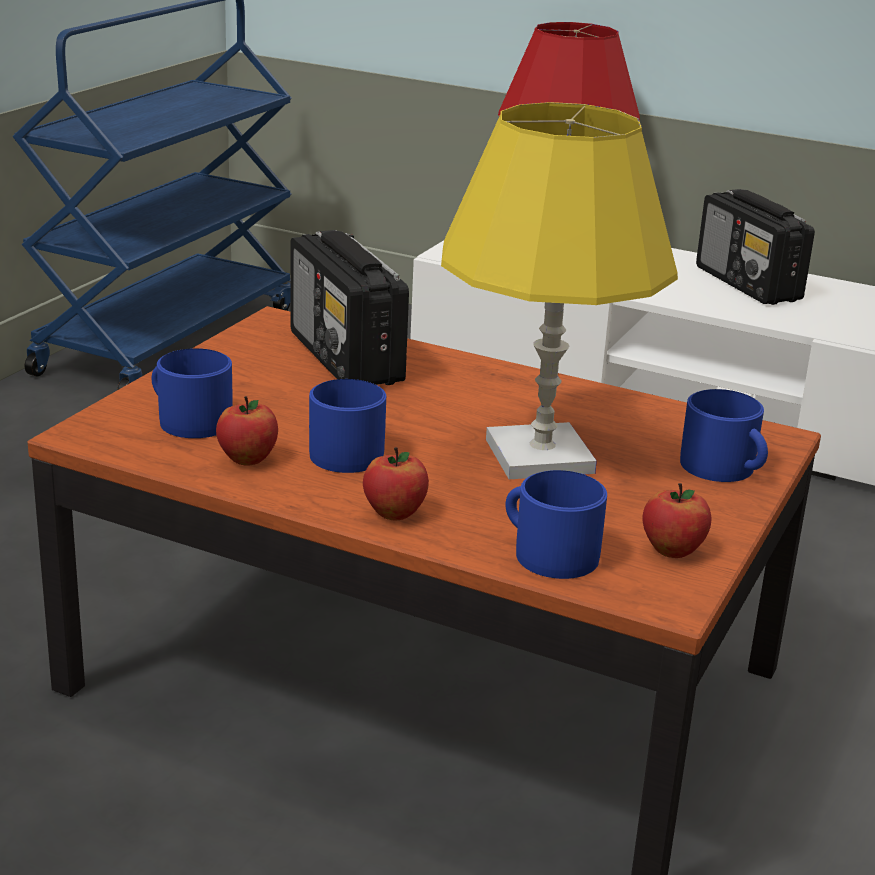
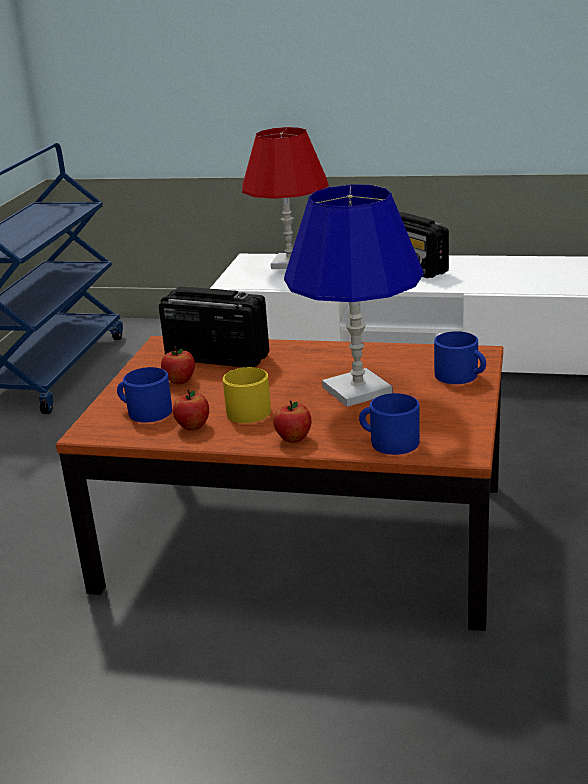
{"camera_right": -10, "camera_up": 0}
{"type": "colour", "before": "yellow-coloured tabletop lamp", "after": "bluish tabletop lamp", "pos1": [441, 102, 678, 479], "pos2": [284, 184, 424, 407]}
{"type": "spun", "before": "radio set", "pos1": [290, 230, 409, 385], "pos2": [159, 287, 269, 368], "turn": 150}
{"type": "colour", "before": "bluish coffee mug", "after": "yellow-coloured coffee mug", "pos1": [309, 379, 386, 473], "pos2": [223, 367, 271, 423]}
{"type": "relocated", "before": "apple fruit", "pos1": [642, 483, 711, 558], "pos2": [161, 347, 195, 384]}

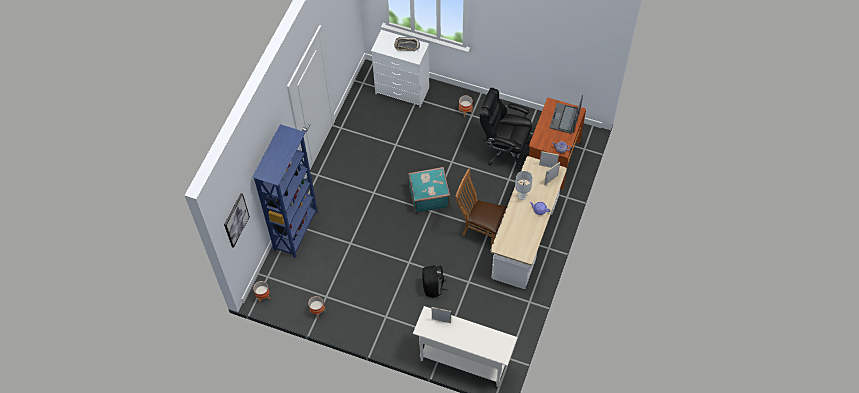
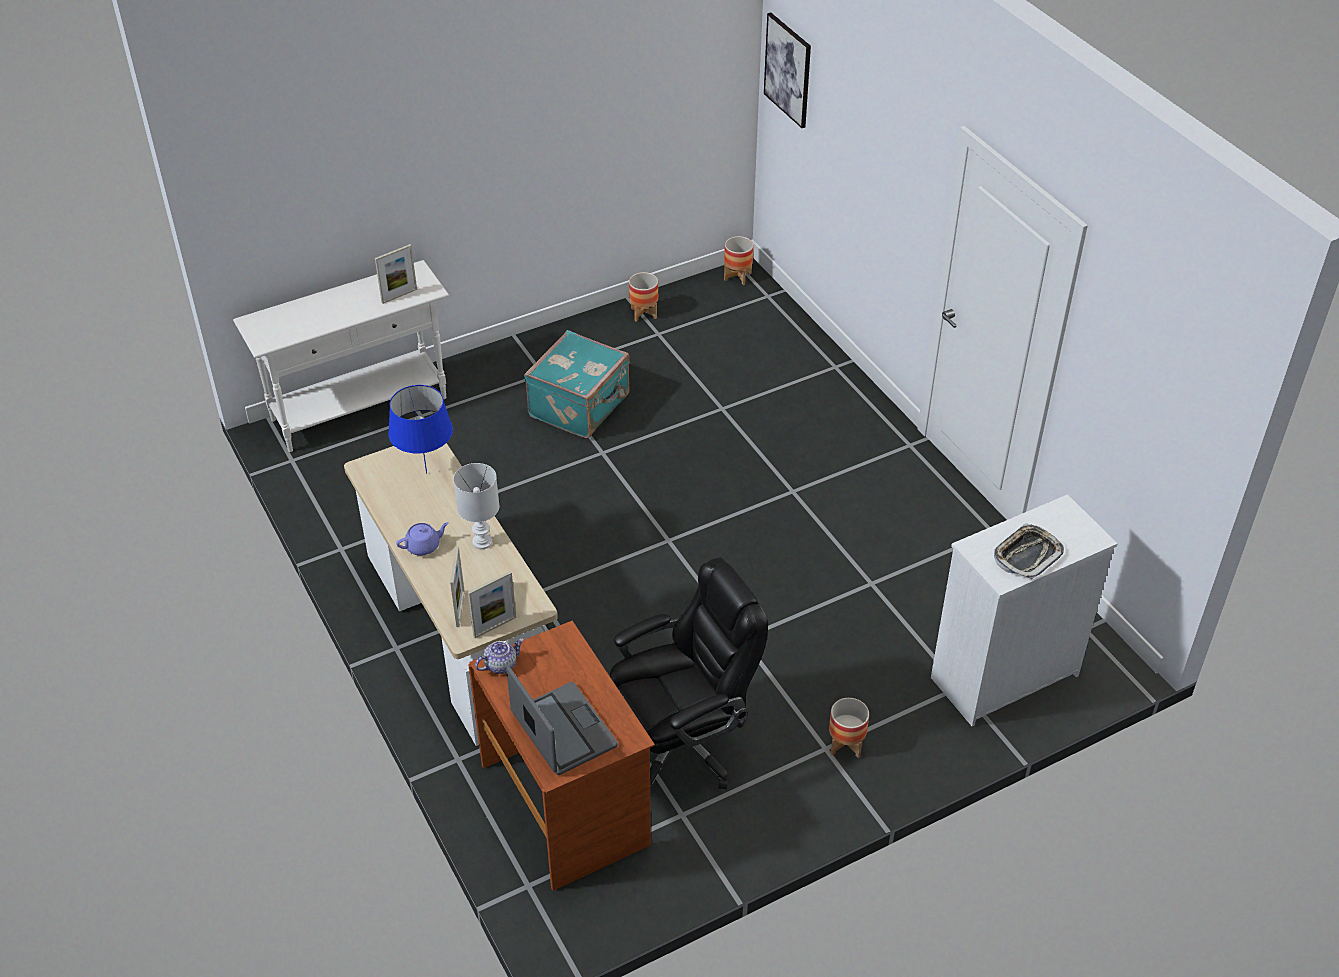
{"camera_right": 130, "camera_up": -15}
{"type": "missing", "before": "bluish bookcase", "pos1": [252, 124, 318, 258]}
{"type": "relocated", "before": "turquoise-coloured suitcase", "pos1": [408, 167, 450, 213], "pos2": [524, 330, 630, 438]}
{"type": "missing", "before": "brown chair", "pos1": [455, 168, 507, 247]}
{"type": "missing", "before": "black-coloured backpack", "pos1": [422, 265, 448, 298]}
{"type": "appeared", "after": "bluish tabletop lamp", "pos2": [388, 385, 453, 474]}

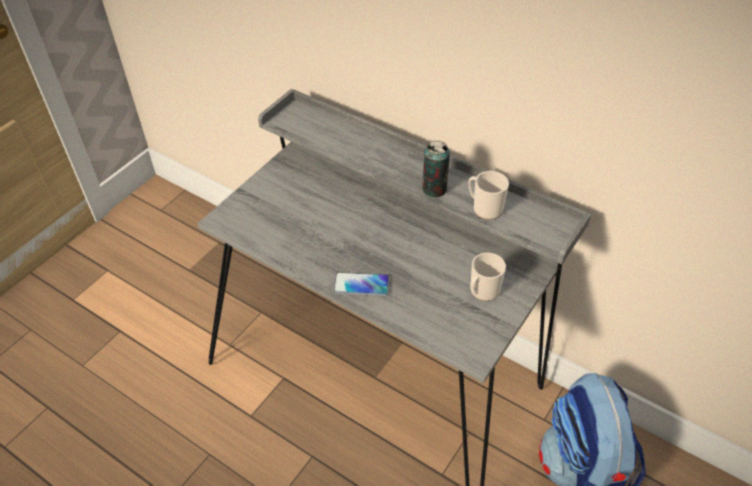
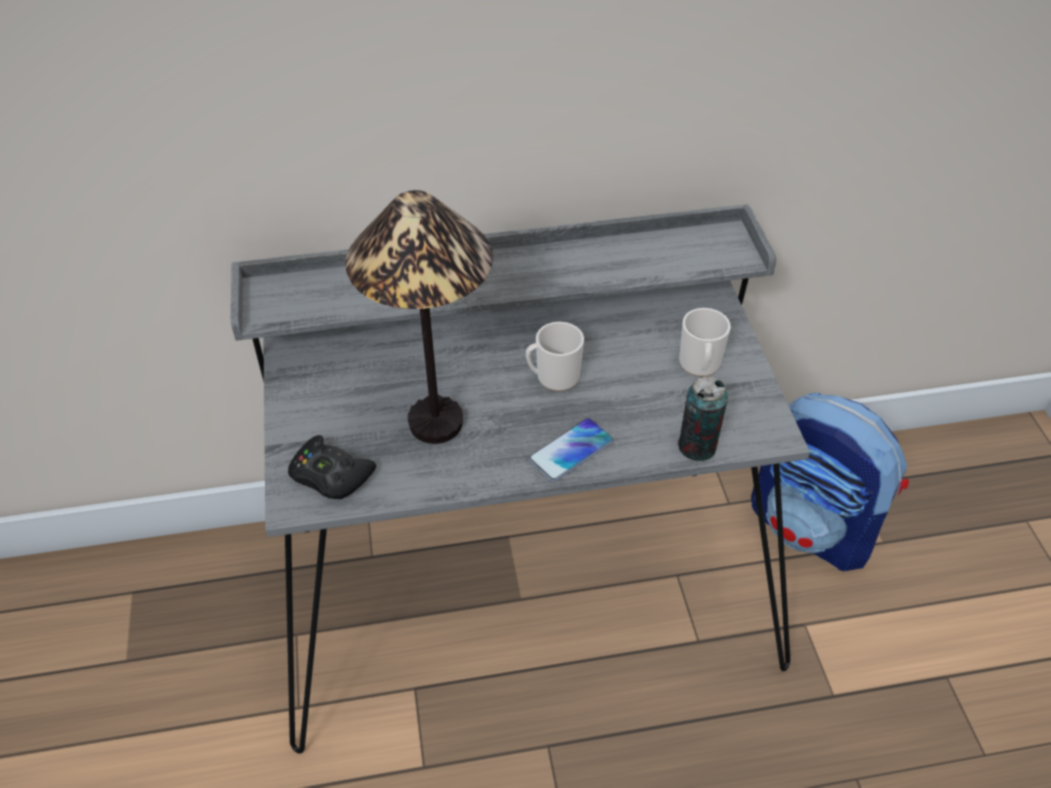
{"camera_right": -45, "camera_up": 0}
{"type": "relocated", "before": "sealed can", "pos1": [422, 140, 450, 197], "pos2": [678, 376, 728, 461]}
{"type": "relocated", "before": "coffee mug", "pos1": [468, 171, 509, 220], "pos2": [526, 322, 584, 392]}
{"type": "appeared", "after": "tabletop lamp", "pos2": [345, 190, 493, 444]}
{"type": "appeared", "after": "black-coloured game controller", "pos2": [288, 435, 376, 499]}

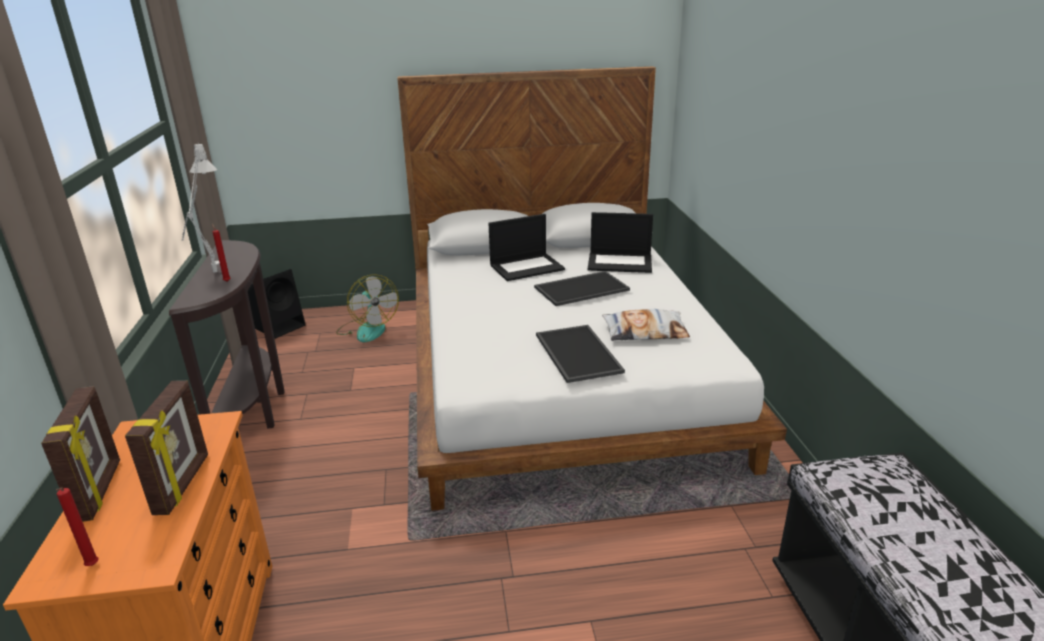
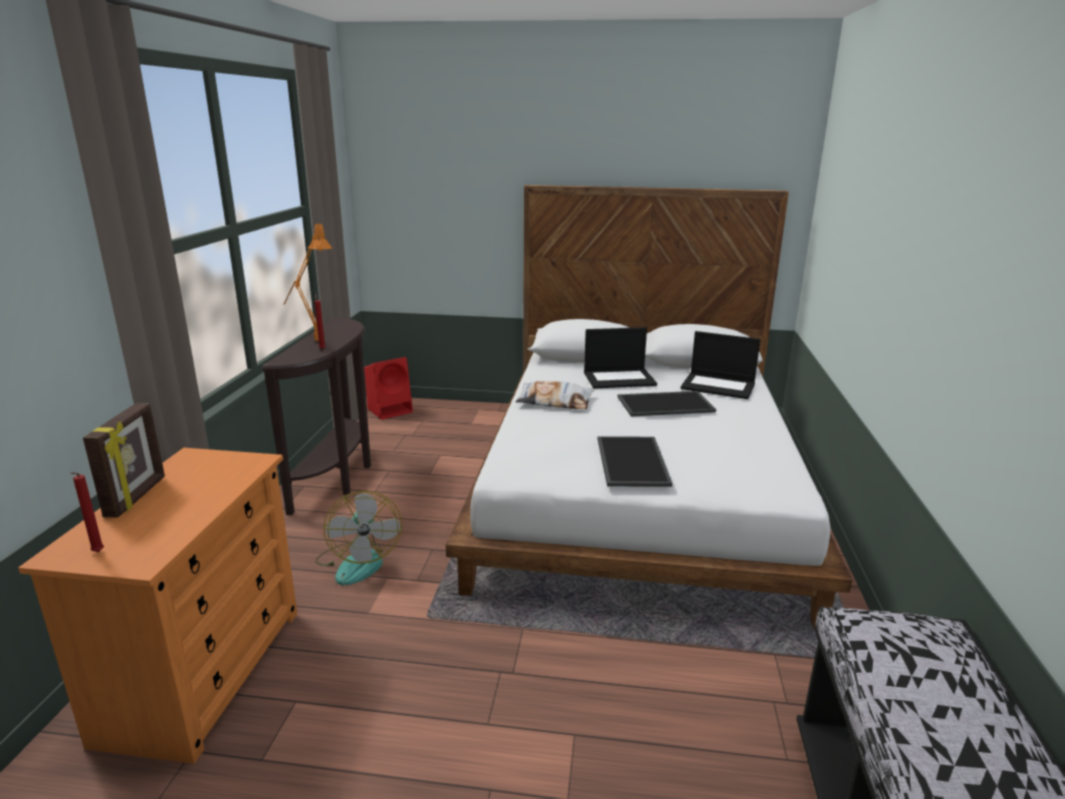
{"camera_right": 15, "camera_up": -5}
{"type": "colour", "before": "gray tabletop lamp", "after": "orangey tabletop lamp", "pos1": [182, 144, 220, 273], "pos2": [284, 224, 332, 341]}
{"type": "colour", "before": "black-coloured speaker", "after": "red-coloured speaker", "pos1": [248, 269, 306, 339], "pos2": [364, 357, 413, 420]}
{"type": "relocated", "before": "fan", "pos1": [336, 274, 399, 342], "pos2": [315, 491, 402, 585]}
{"type": "relocated", "before": "cushion", "pos1": [602, 309, 690, 341], "pos2": [515, 381, 594, 409]}
{"type": "missing", "before": "standing frame", "pos1": [125, 381, 208, 515]}

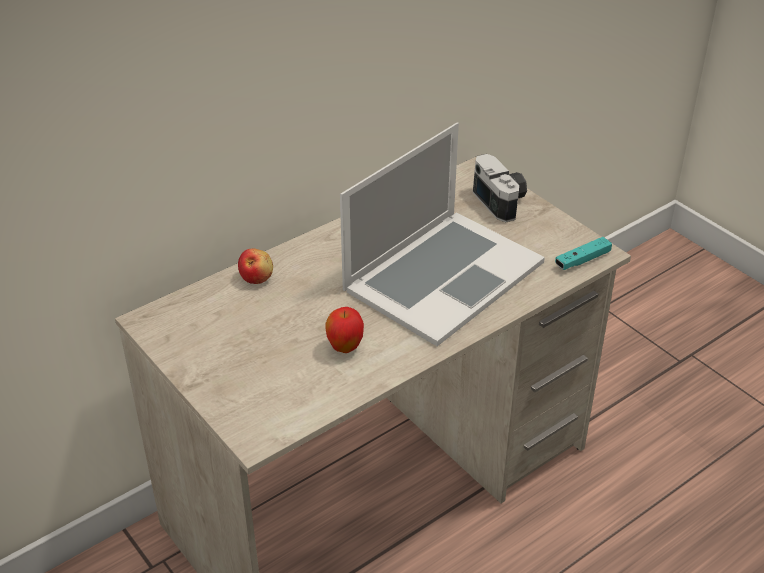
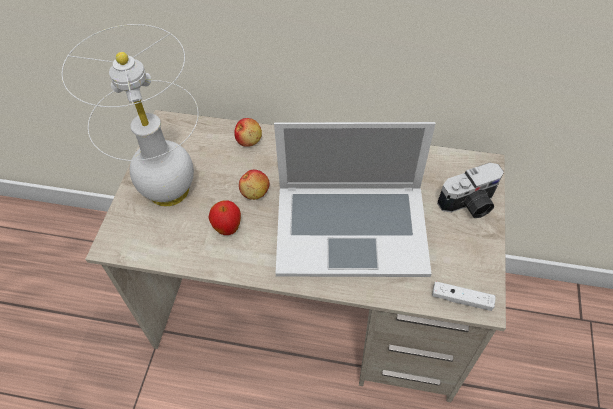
{"camera_right": 50, "camera_up": 15}
{"type": "spun", "before": "still camera", "pos1": [473, 154, 527, 222], "pos2": [437, 163, 504, 218], "turn": 45}
{"type": "colour", "before": "turquoise-coloured game controller", "after": "white game controller", "pos1": [555, 237, 612, 270], "pos2": [432, 281, 496, 311]}
{"type": "appeared", "after": "white tabletop lamp", "pos2": [62, 24, 199, 206]}
{"type": "appeared", "after": "apple fruit", "pos2": [239, 170, 270, 200]}

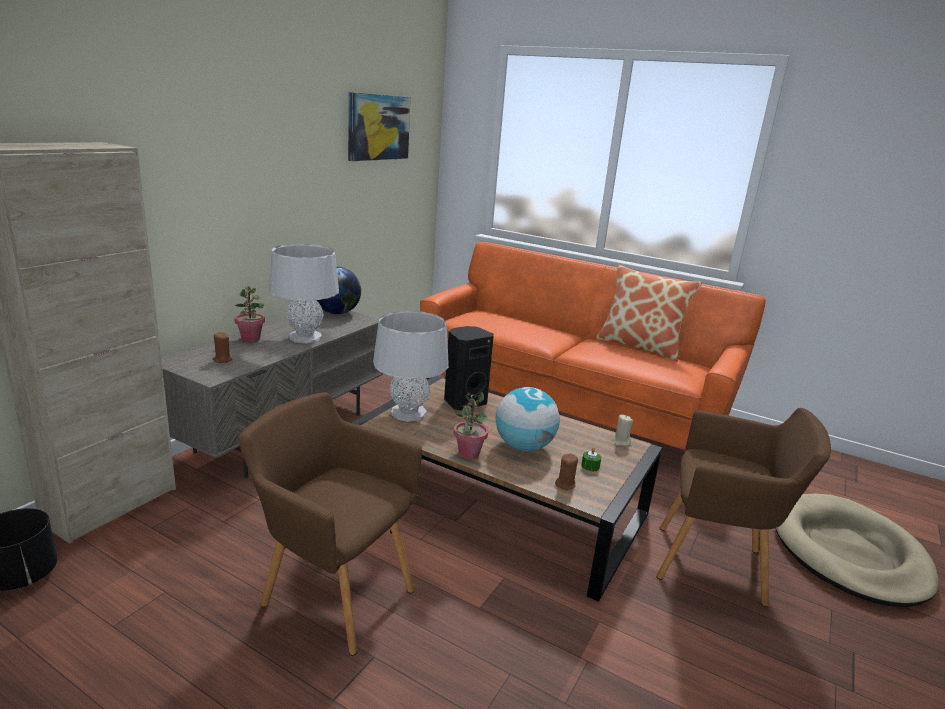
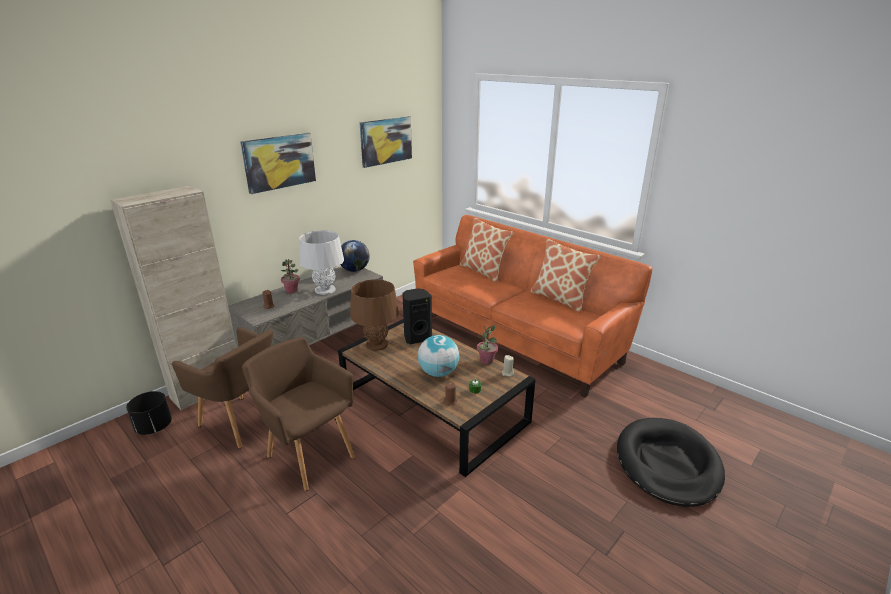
{"camera_right": 15, "camera_up": 5}
{"type": "colour", "before": "gray tabletop lamp", "after": "brown tabletop lamp", "pos1": [373, 311, 449, 422], "pos2": [350, 279, 399, 351]}
{"type": "relocated", "before": "houseplant", "pos1": [454, 393, 488, 459], "pos2": [477, 325, 498, 364]}
{"type": "relocated", "before": "brown easy chair", "pos1": [656, 408, 831, 607], "pos2": [172, 327, 273, 448]}
{"type": "colour", "before": "sand-coloured dog bed", "after": "black-coloured dog bed", "pos1": [775, 494, 939, 607], "pos2": [617, 418, 725, 507]}
{"type": "appeared", "after": "picture", "pos2": [240, 133, 316, 194]}
{"type": "appeared", "after": "cushion", "pos2": [460, 217, 513, 283]}

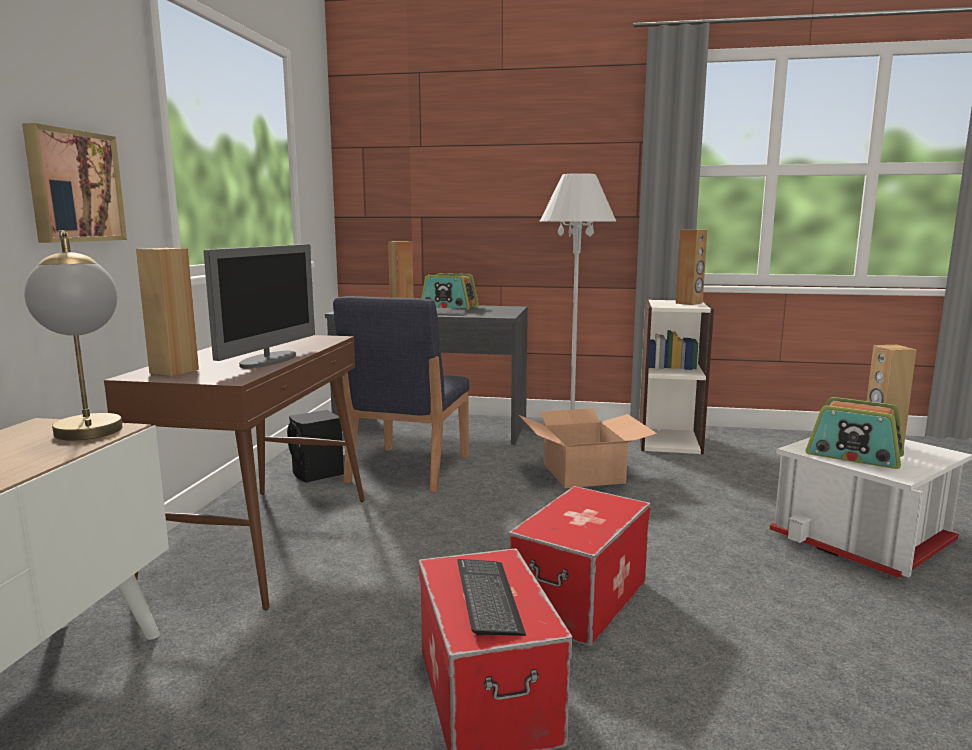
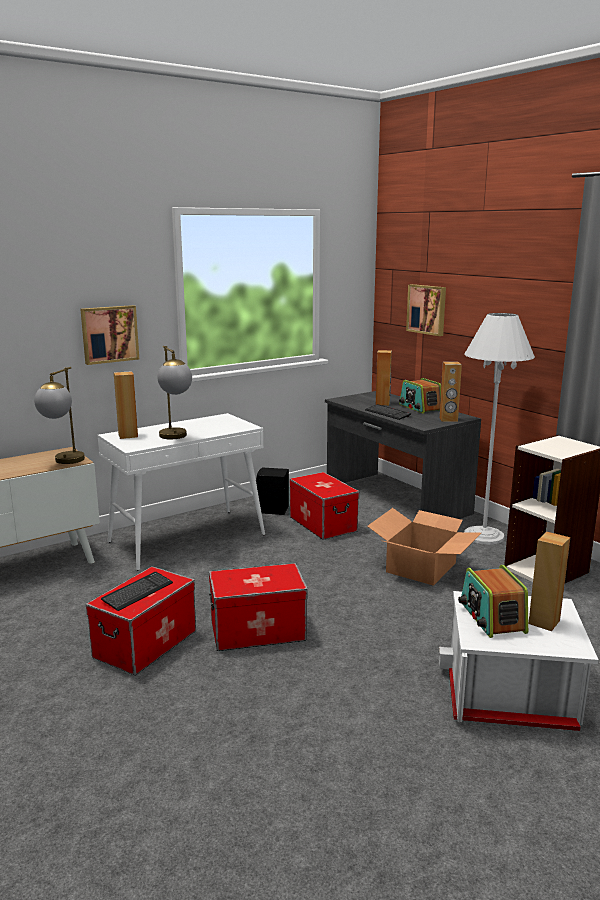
{"camera_right": 45, "camera_up": 5}
{"type": "relocated", "before": "brown speaker", "pos1": [676, 229, 708, 305], "pos2": [439, 362, 462, 422]}
{"type": "exchanged", "before": "computer screen", "after": "tabletop lamp", "pos1": [204, 244, 315, 368], "pos2": [158, 346, 192, 439]}
{"type": "exchanged", "before": "bluish chair", "after": "storage bin", "pos1": [333, 296, 469, 492], "pos2": [289, 472, 359, 540]}
{"type": "colour", "before": "brown hall table", "after": "white hall table", "pos1": [104, 335, 365, 610], "pos2": [97, 413, 265, 570]}
{"type": "appeared", "after": "picture", "pos2": [406, 284, 446, 336]}

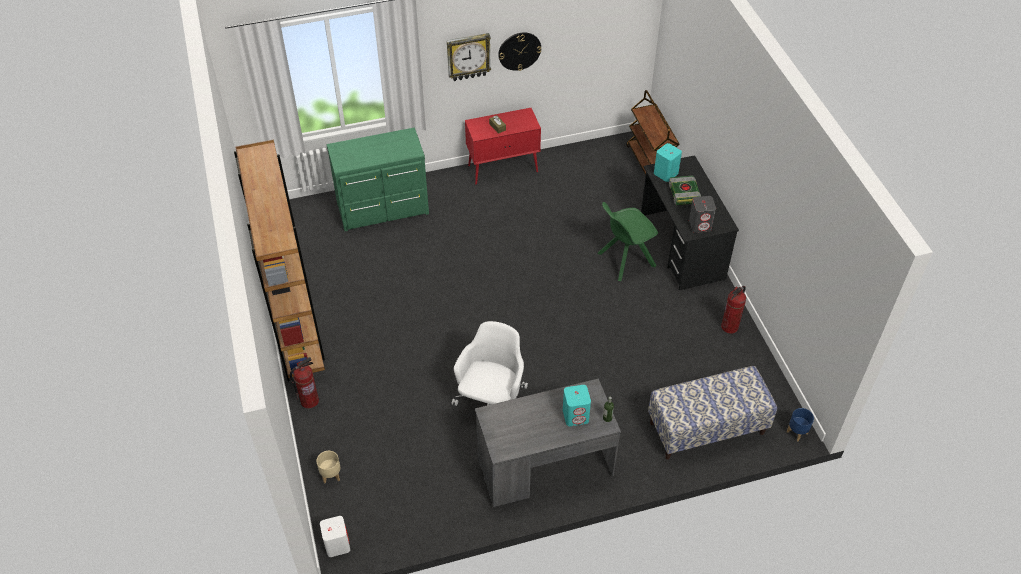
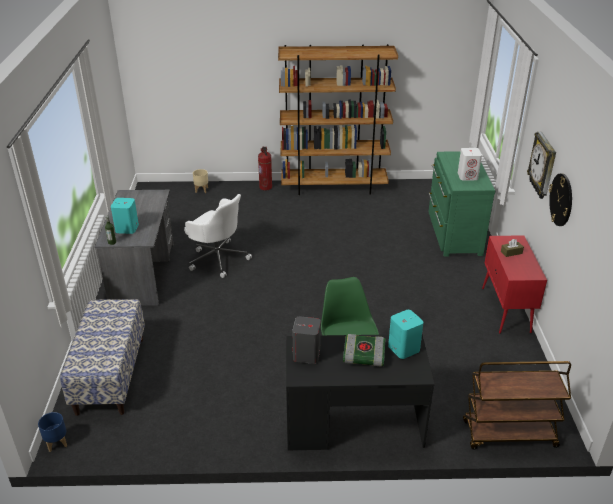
{"camera_right": 105, "camera_up": -15}
{"type": "missing", "before": "fire extinguisher", "pos1": [721, 286, 746, 334]}
{"type": "relocated", "before": "white speaker", "pos1": [320, 516, 350, 557], "pos2": [458, 148, 482, 180]}

